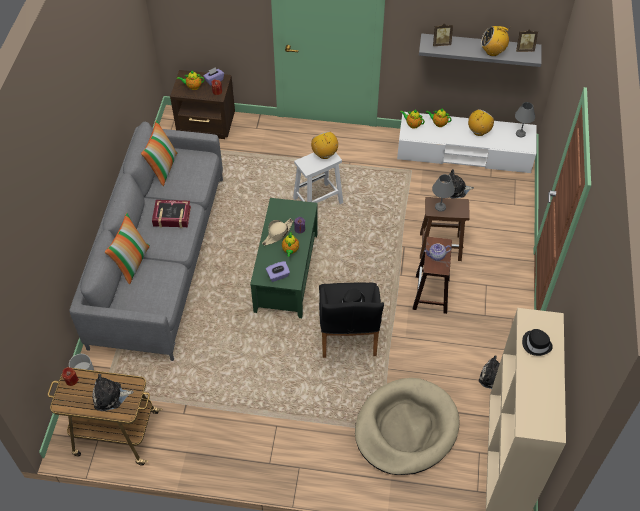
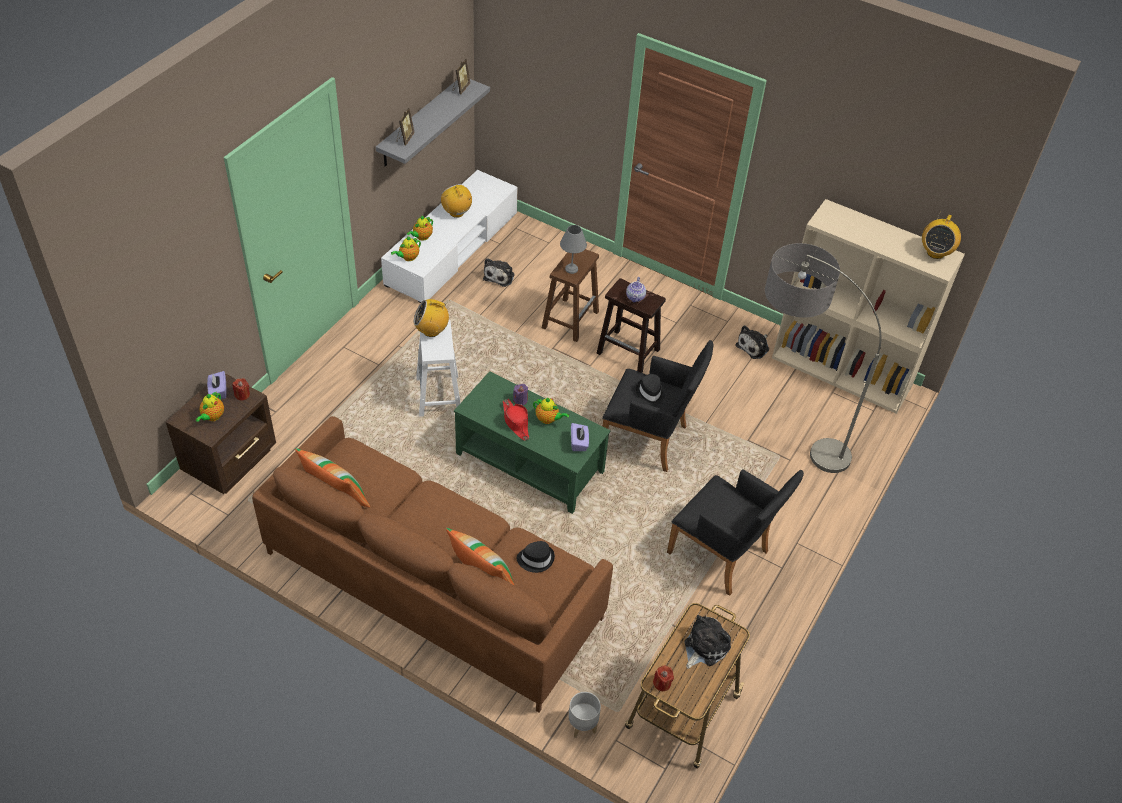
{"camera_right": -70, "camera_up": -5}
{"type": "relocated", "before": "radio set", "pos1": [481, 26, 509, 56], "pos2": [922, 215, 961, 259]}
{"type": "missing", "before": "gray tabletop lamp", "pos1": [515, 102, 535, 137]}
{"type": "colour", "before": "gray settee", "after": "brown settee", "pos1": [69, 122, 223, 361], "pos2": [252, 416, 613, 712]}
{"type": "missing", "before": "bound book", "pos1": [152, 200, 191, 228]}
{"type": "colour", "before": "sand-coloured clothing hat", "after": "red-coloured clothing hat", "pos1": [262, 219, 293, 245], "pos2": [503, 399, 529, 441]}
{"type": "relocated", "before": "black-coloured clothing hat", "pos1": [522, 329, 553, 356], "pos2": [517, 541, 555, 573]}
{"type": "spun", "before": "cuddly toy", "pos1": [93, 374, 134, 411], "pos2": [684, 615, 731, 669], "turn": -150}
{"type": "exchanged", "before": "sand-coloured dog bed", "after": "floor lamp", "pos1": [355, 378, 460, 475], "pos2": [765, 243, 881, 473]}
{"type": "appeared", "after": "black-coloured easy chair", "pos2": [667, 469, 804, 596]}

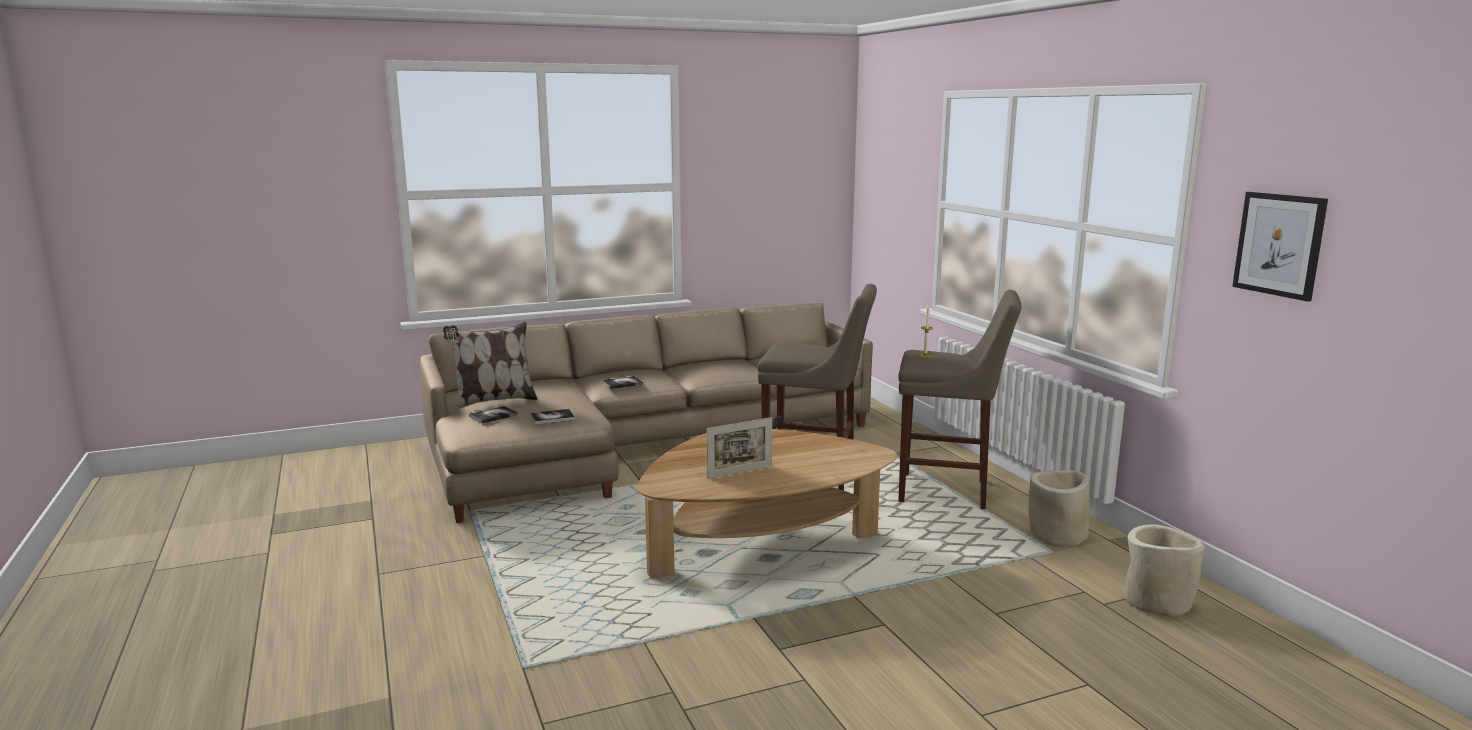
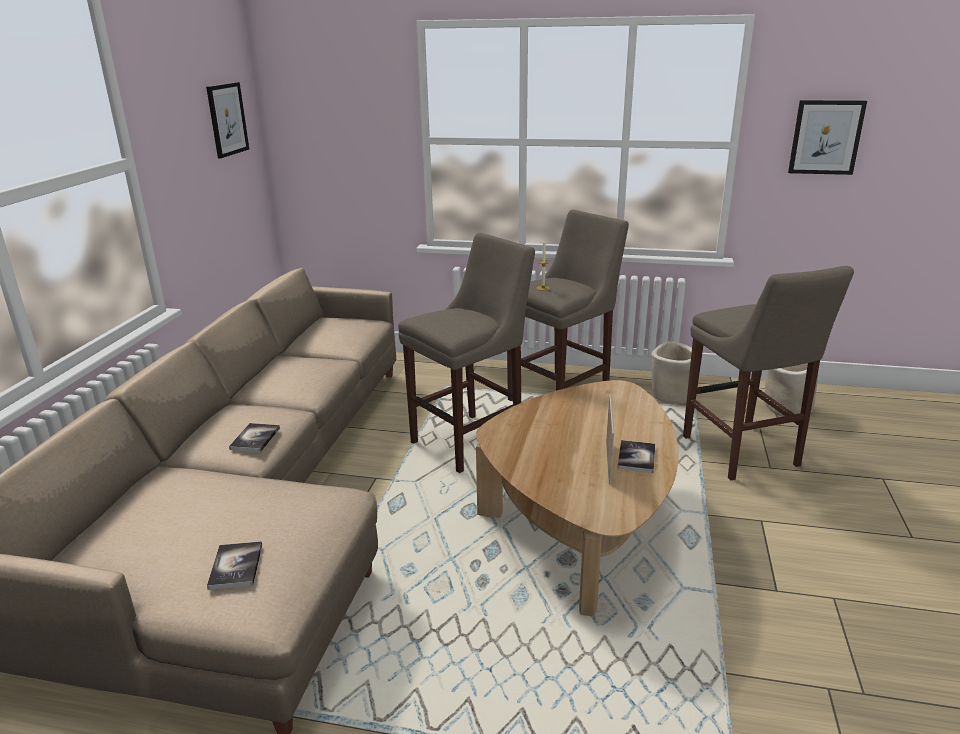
{"camera_right": -55, "camera_up": 10}
{"type": "missing", "before": "cushion", "pos1": [443, 322, 538, 410]}
{"type": "relocated", "before": "bound book", "pos1": [531, 409, 575, 425], "pos2": [617, 440, 655, 473]}
{"type": "appeared", "after": "picture", "pos2": [206, 82, 249, 158]}
{"type": "appeared", "after": "sand-coloured sitting stool", "pos2": [683, 266, 854, 480]}

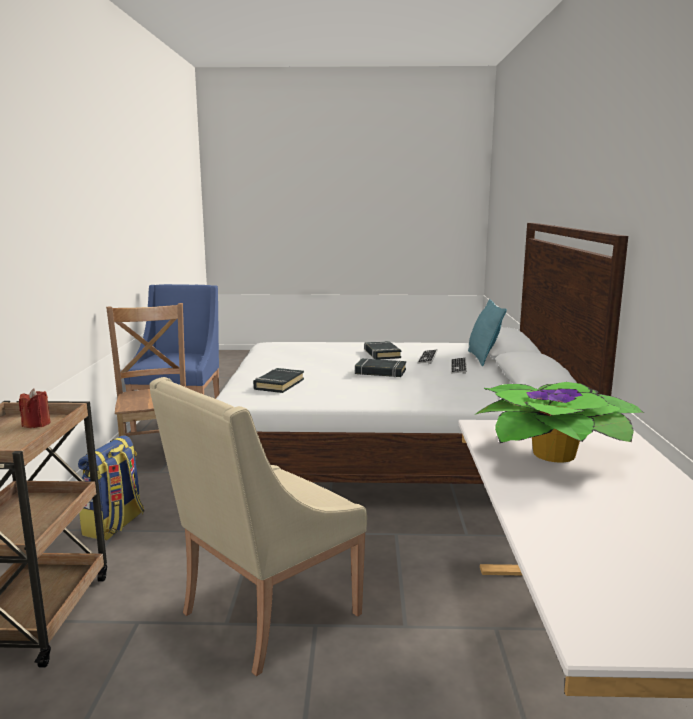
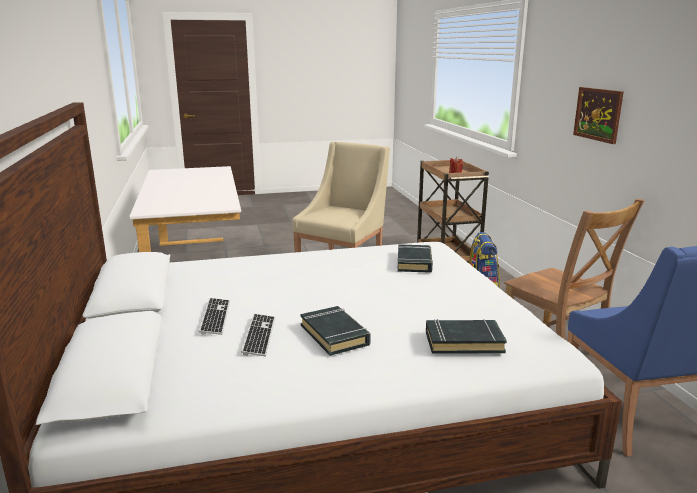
{"camera_right": 165, "camera_up": 5}
{"type": "missing", "before": "turquoise-coloured cushion", "pos1": [468, 299, 507, 366]}
{"type": "relocated", "before": "black-coloured bound book", "pos1": [355, 358, 406, 377], "pos2": [426, 319, 507, 354]}
{"type": "missing", "before": "houseplant", "pos1": [475, 382, 644, 463]}
{"type": "appeared", "after": "picture", "pos2": [573, 87, 624, 144]}

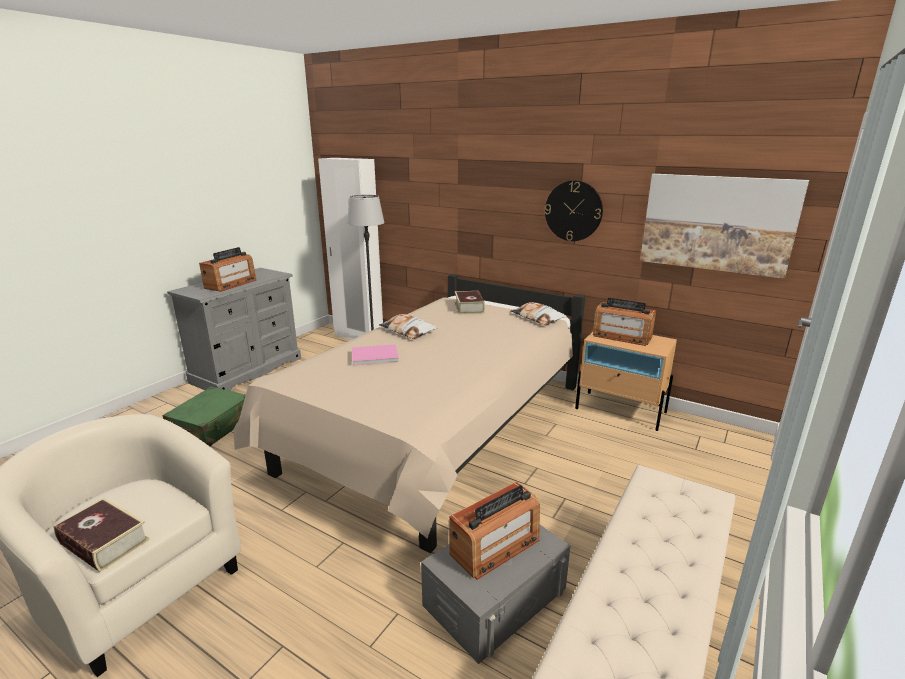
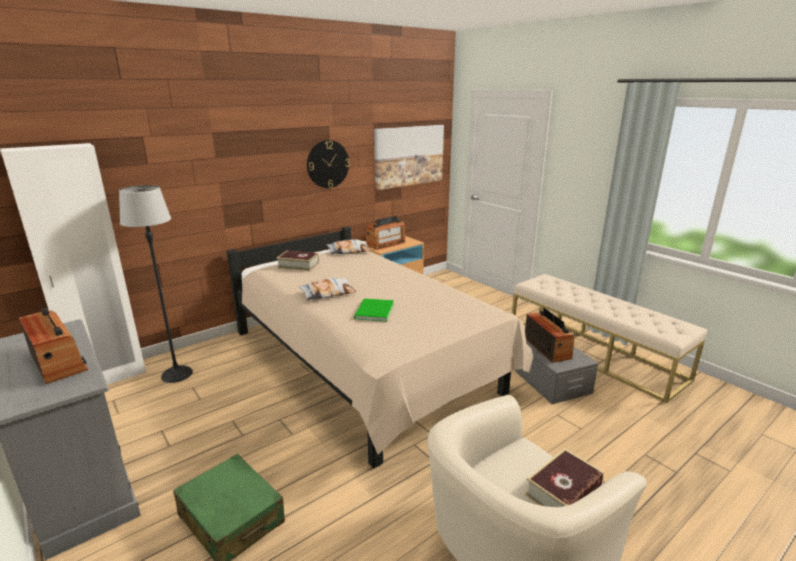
{"camera_right": -70, "camera_up": 0}
{"type": "colour", "before": "pink bound book", "after": "greenish bound book", "pos1": [352, 344, 399, 366], "pos2": [354, 298, 394, 322]}

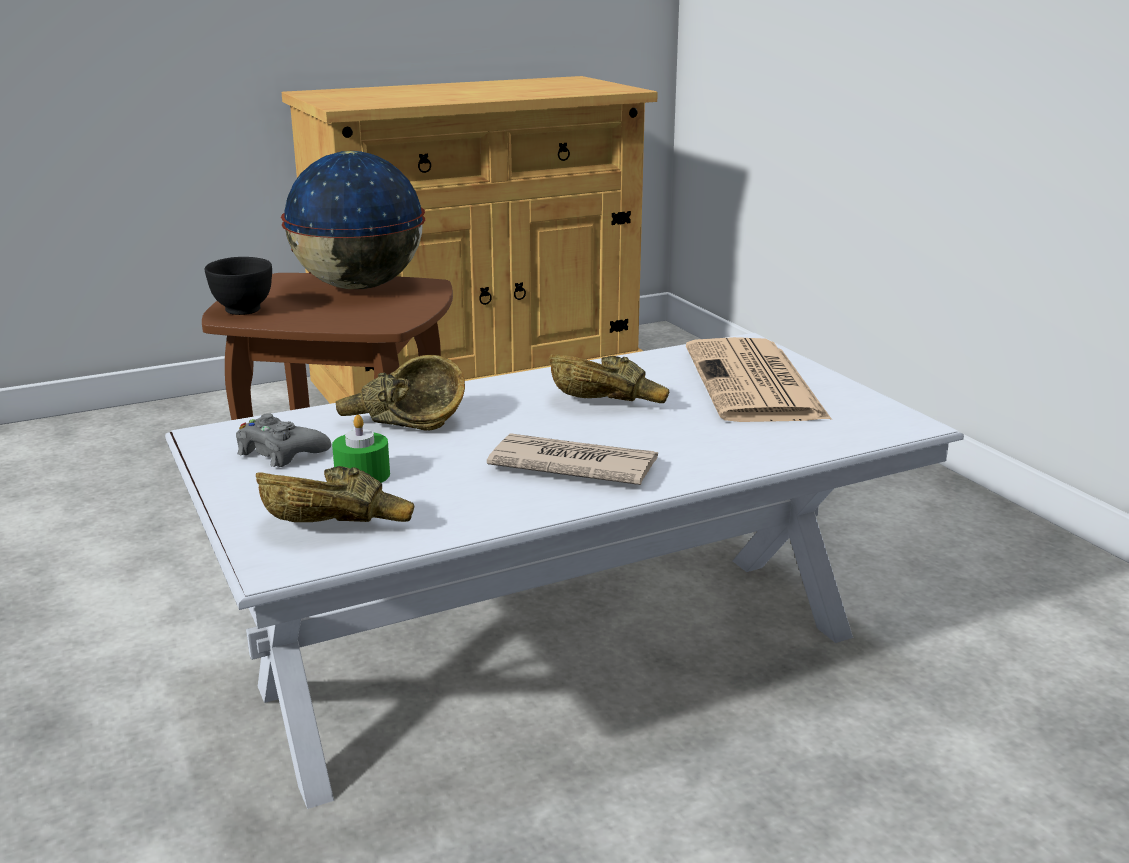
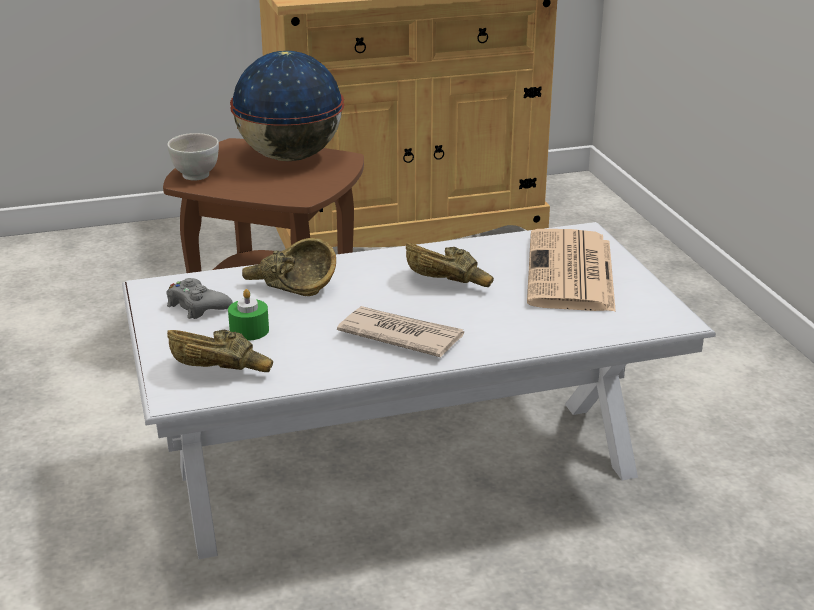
{"camera_right": 10, "camera_up": 5}
{"type": "colour", "before": "black-coloured bowl", "after": "white bowl", "pos1": [205, 257, 272, 315], "pos2": [168, 133, 219, 180]}

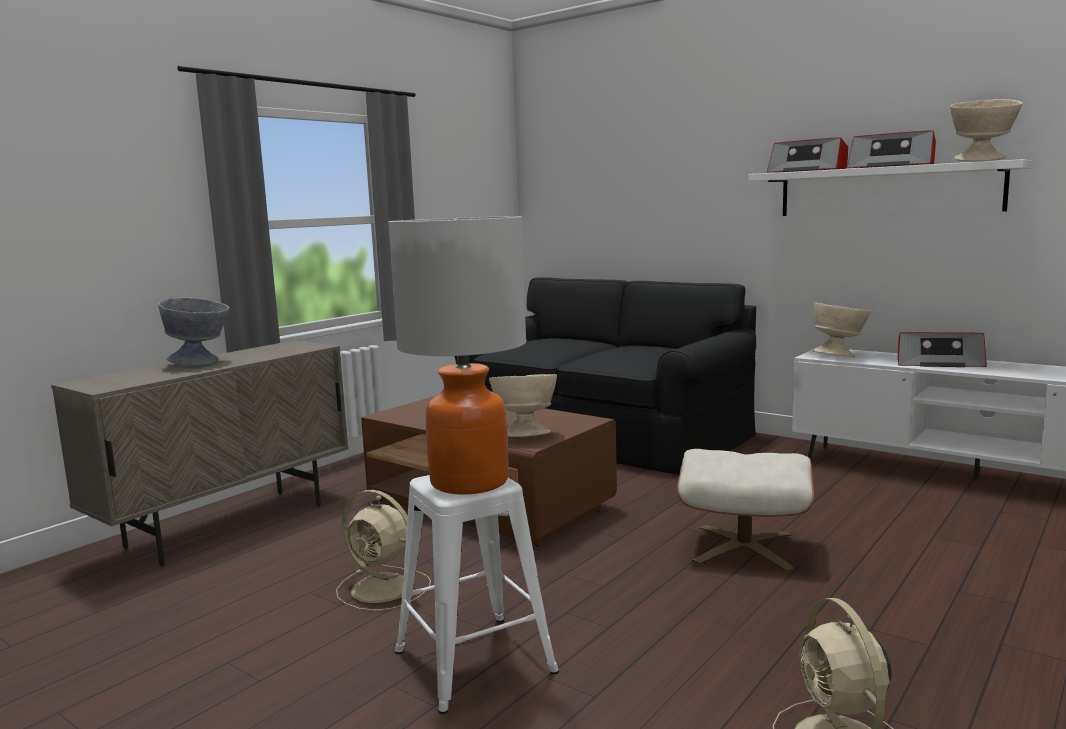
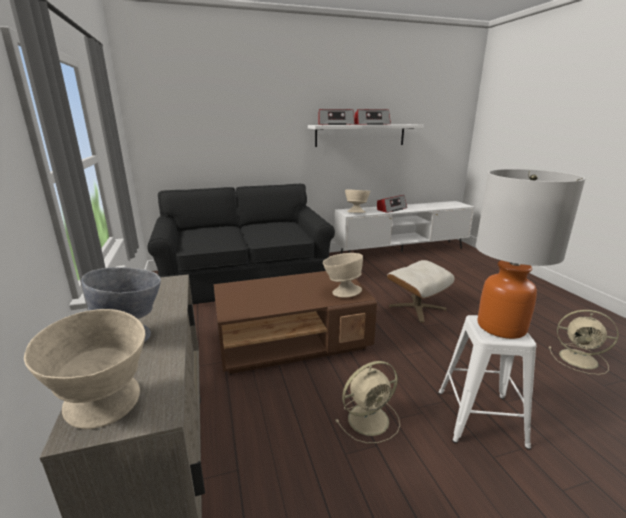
{"camera_right": -55, "camera_up": 10}
{"type": "relocated", "before": "sand-coloured bowl", "pos1": [950, 99, 1023, 162], "pos2": [24, 309, 145, 429]}

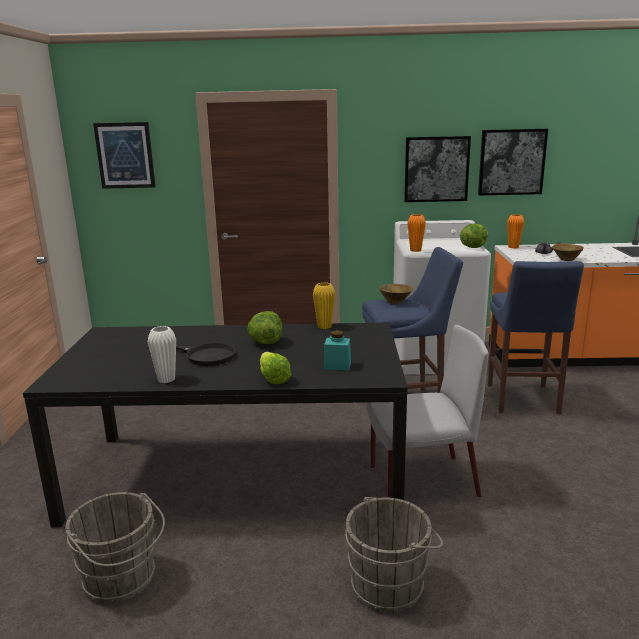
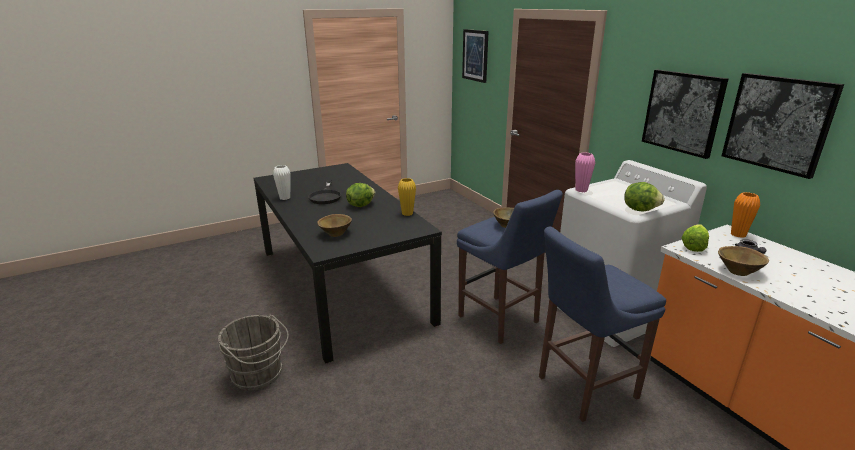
{"camera_right": 60, "camera_up": 5}
{"type": "colour", "before": "orangey flower vase", "after": "pink flower vase", "pos1": [407, 214, 426, 252], "pos2": [575, 152, 595, 192]}
{"type": "missing", "before": "gray chair", "pos1": [367, 325, 488, 498]}
{"type": "exchanged", "before": "turquoise-coloured preserve jar", "after": "brown bowl", "pos1": [324, 330, 351, 371], "pos2": [317, 214, 352, 237]}
{"type": "relocated", "before": "head of lettuce", "pos1": [260, 352, 291, 384], "pos2": [681, 225, 709, 252]}
{"type": "missing", "before": "gray bucket", "pos1": [66, 492, 165, 604]}

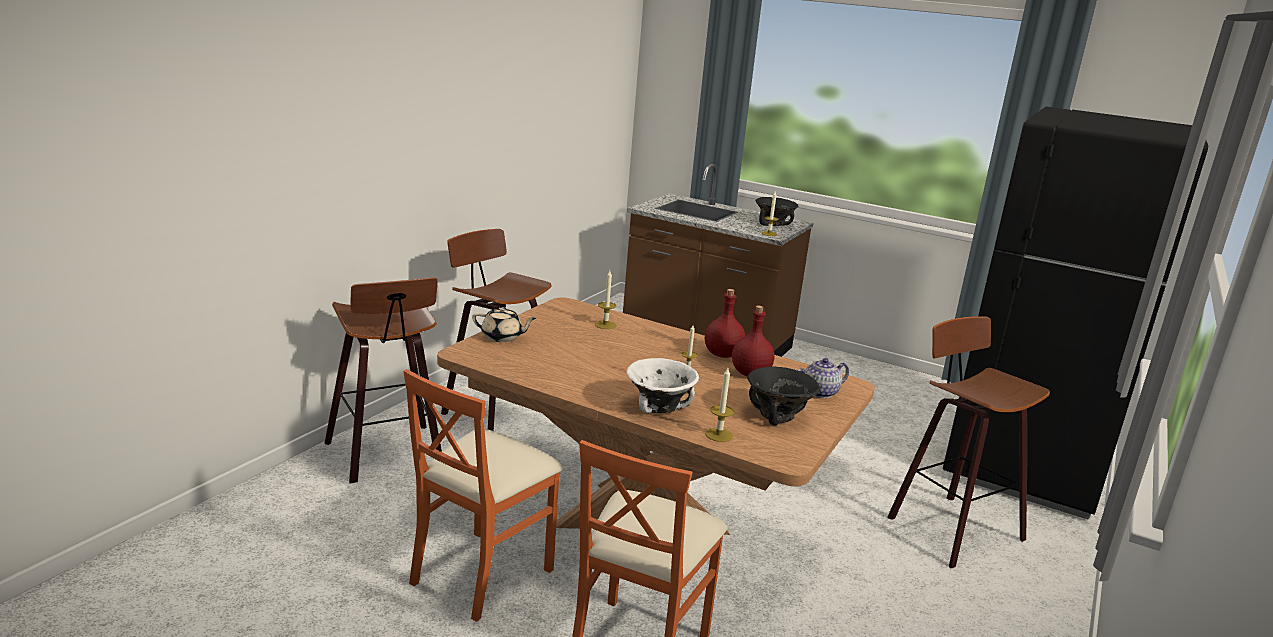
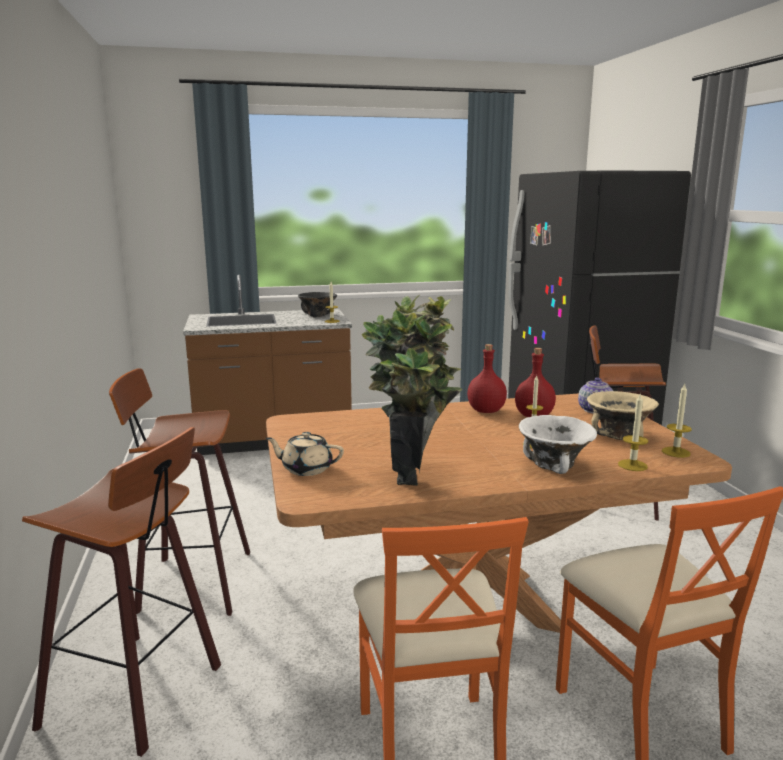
{"camera_right": -40, "camera_up": -5}
{"type": "relocated", "before": "candle", "pos1": [595, 270, 616, 329], "pos2": [662, 383, 692, 458]}
{"type": "spun", "before": "sand-coloured tea pot", "pos1": [472, 307, 536, 342], "pos2": [266, 432, 344, 476], "turn": -135}
{"type": "colour", "before": "black-coloured bowl", "after": "sand-coloured bowl", "pos1": [747, 367, 820, 425], "pos2": [587, 391, 659, 440]}
{"type": "appeared", "after": "houseplant", "pos2": [362, 295, 463, 486]}

